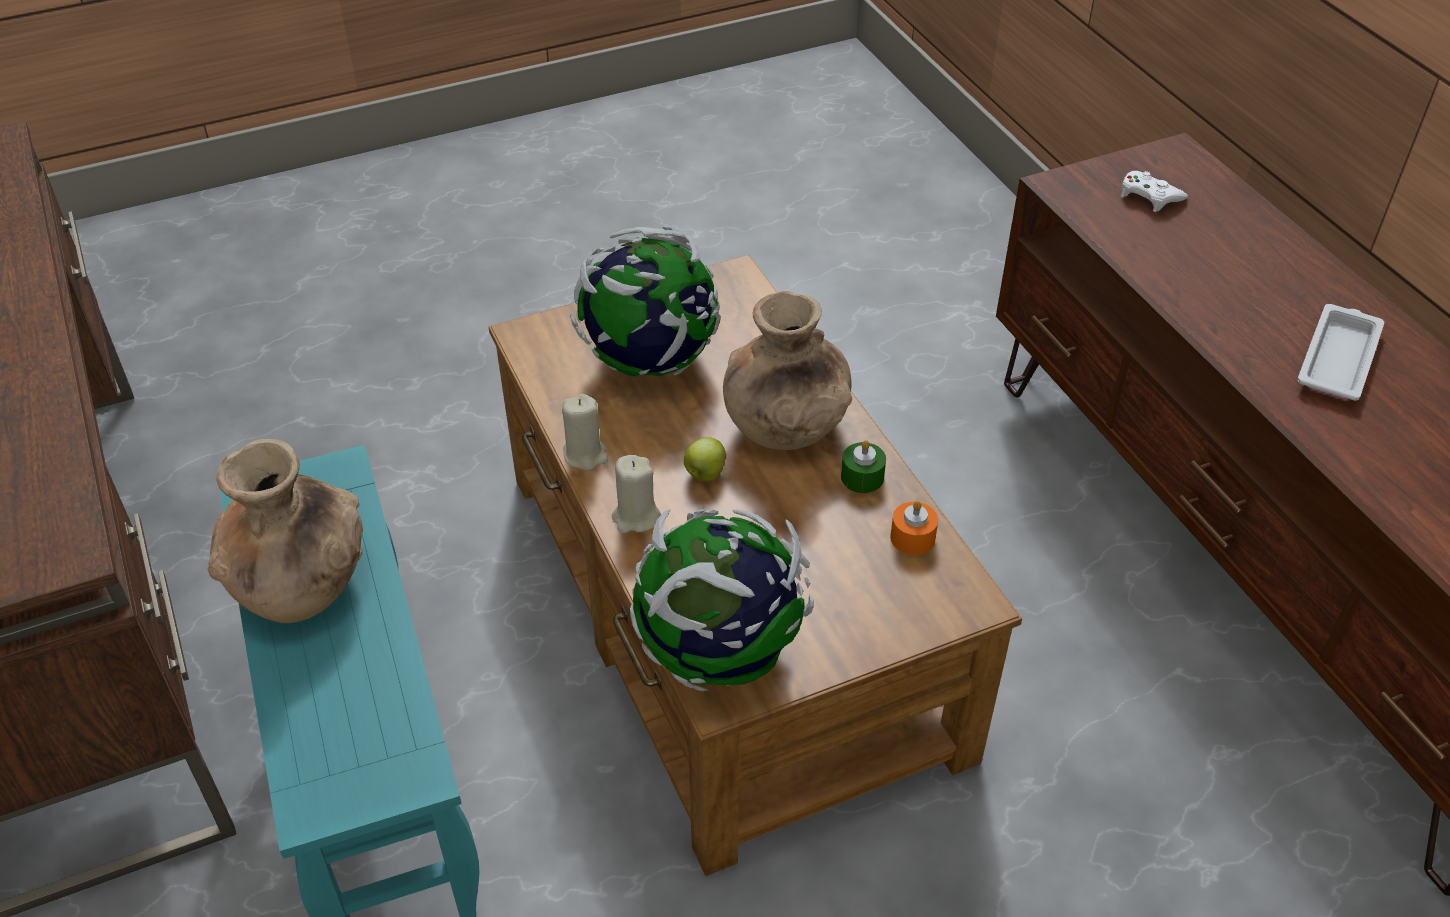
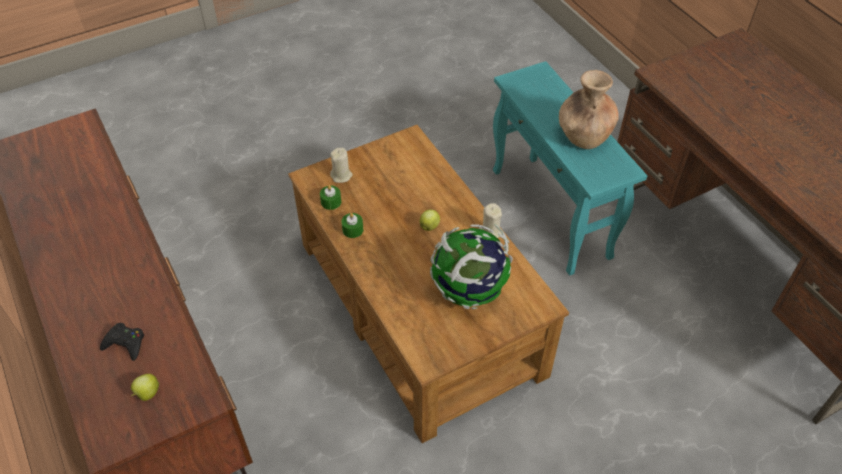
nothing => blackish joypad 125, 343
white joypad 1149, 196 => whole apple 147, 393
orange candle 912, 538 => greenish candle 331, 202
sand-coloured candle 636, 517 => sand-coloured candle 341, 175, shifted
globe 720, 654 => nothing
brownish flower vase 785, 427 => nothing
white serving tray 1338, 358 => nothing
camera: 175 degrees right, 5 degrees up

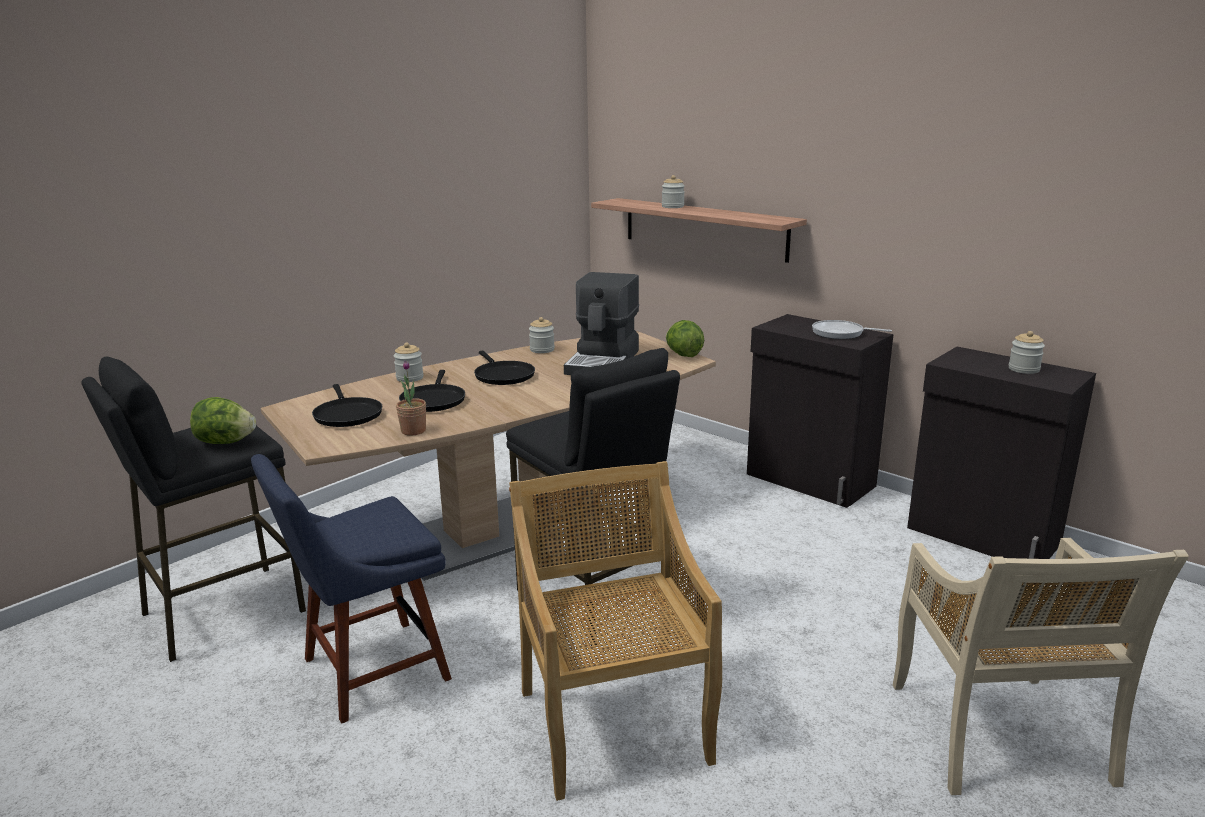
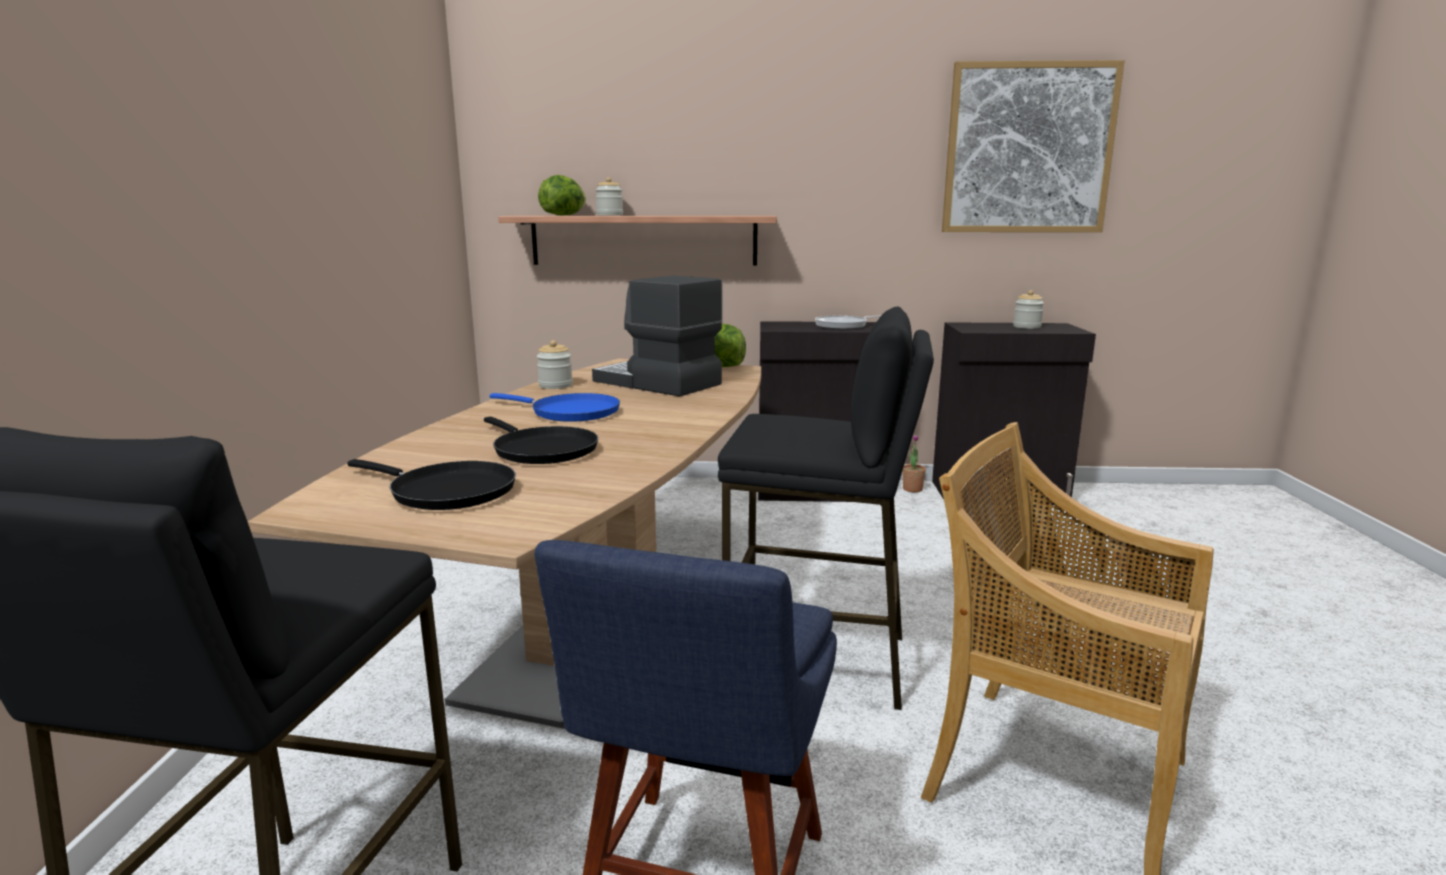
blackish skillet 503, 375 => blue skillet 570, 412
lettuce head 225, 442 => lettuce head 564, 215, shifted
coffee brewer 604, 362 => coffee brewer 657, 383, 150 degrees clockwise
houseplant 413, 431 => houseplant 912, 489, shifted
nothing => wall art 1028, 149
storage jar 409, 378 => nothing
sand-coloured plain chair 999, 736 => nothing
camera: 40 degrees left, 5 degrees down

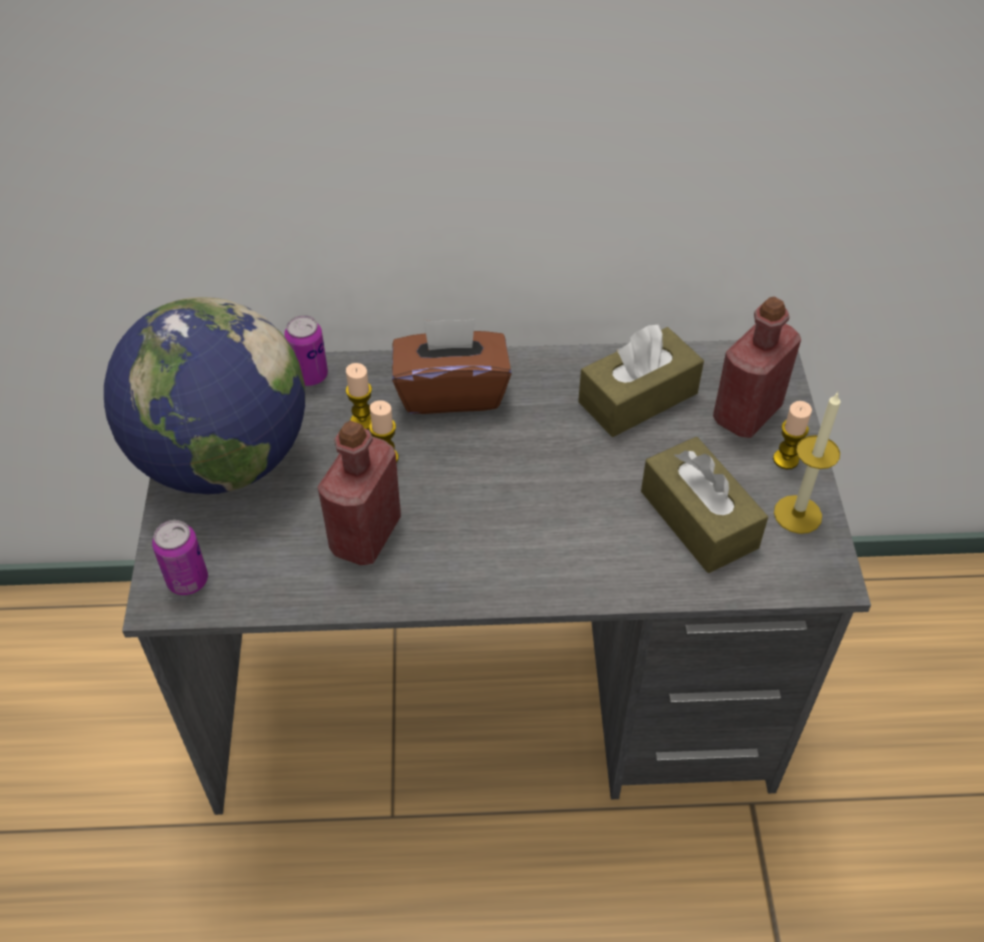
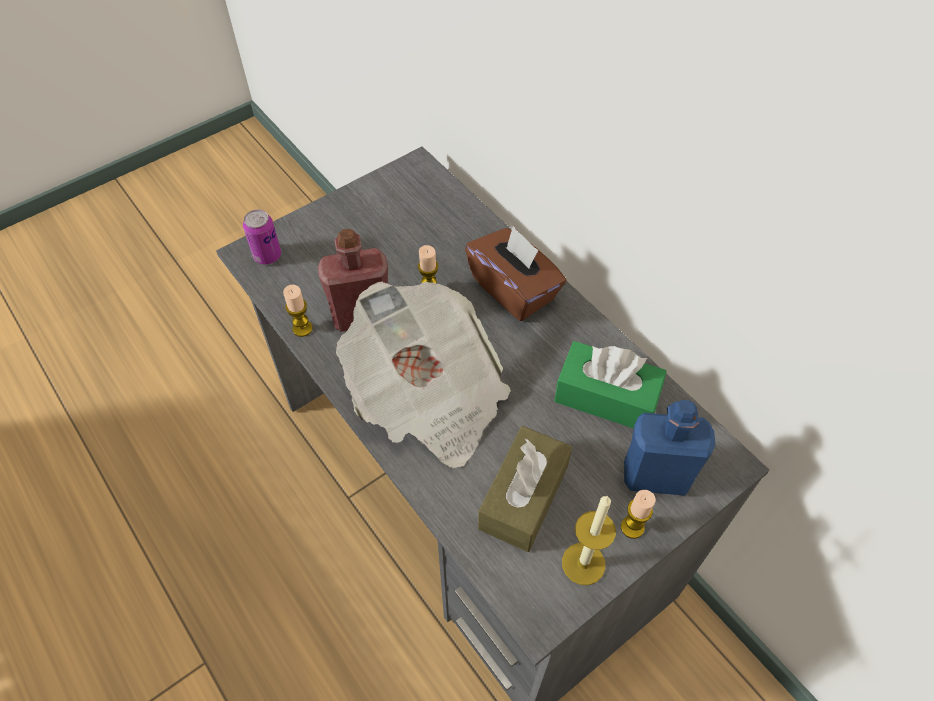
candle 362, 421 => candle 302, 328, shifted
nothing => newspaper 428, 396
brownish tissue holder 638, 397 => greenish tissue holder 606, 397
red-coloured beverage bottle 747, 413 => blue beverage bottle 655, 476
globe 223, 459 => nothing
can 310, 375 => nothing
camera: 55 degrees right, 5 degrees up

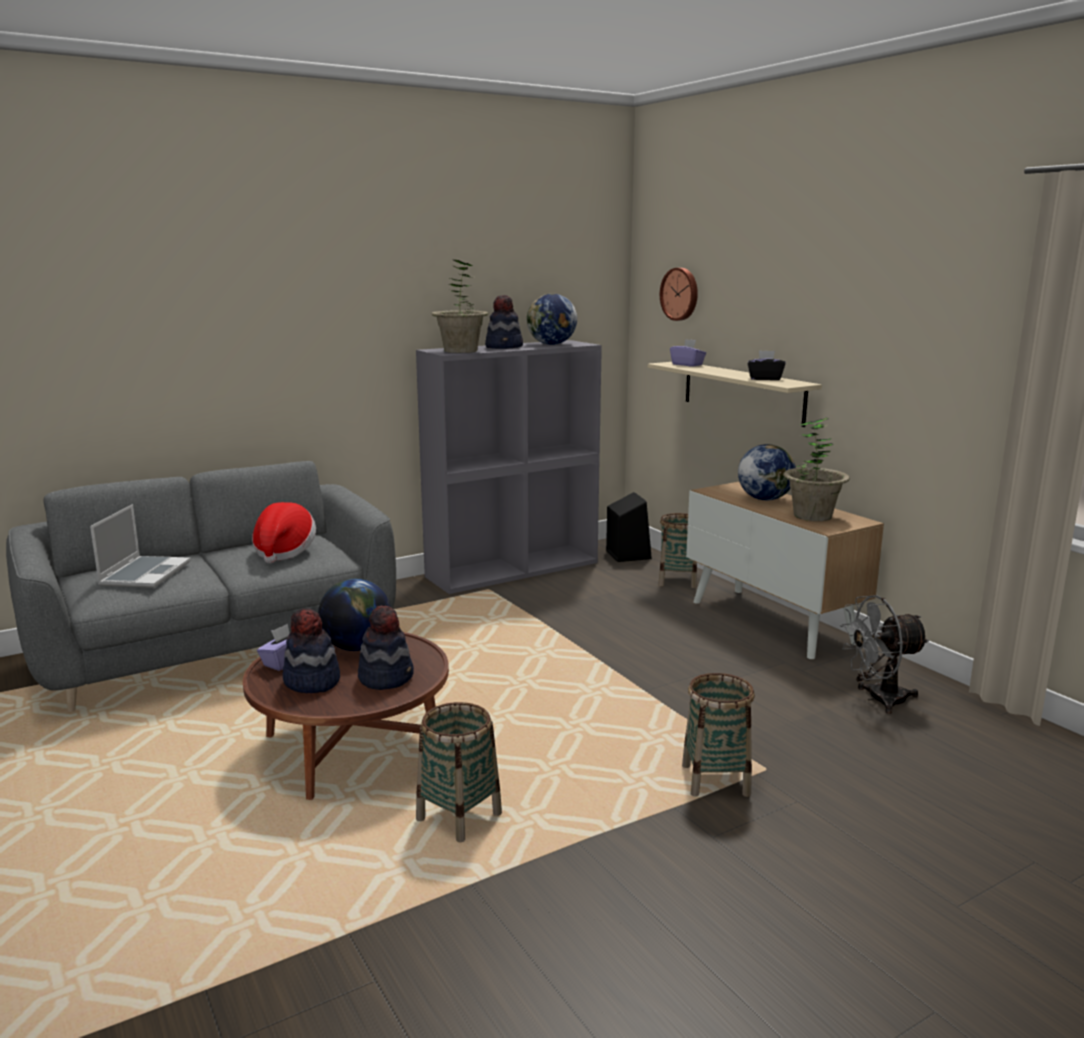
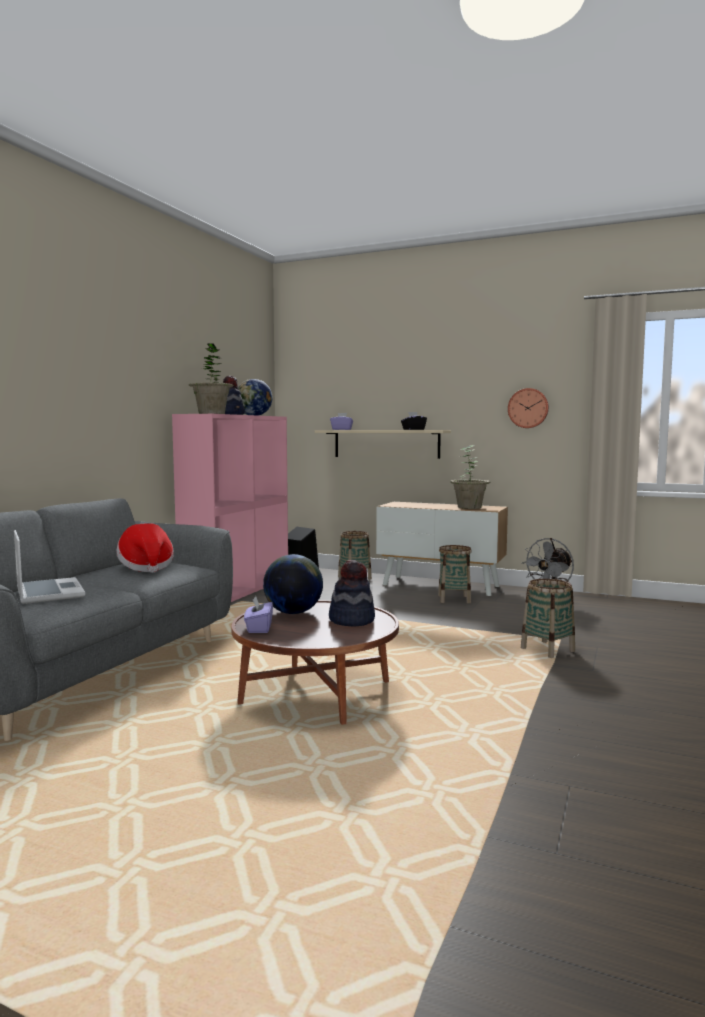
gray shelving unit 513, 569 => pink-coloured shelving unit 237, 589
storage basket 459, 817 => storage basket 454, 599, shifted
wall clock 680, 294 => wall clock 528, 408, shifted
hat 311, 682 => nothing
globe 764, 499 => nothing
camera: 35 degrees left, 10 degrees down

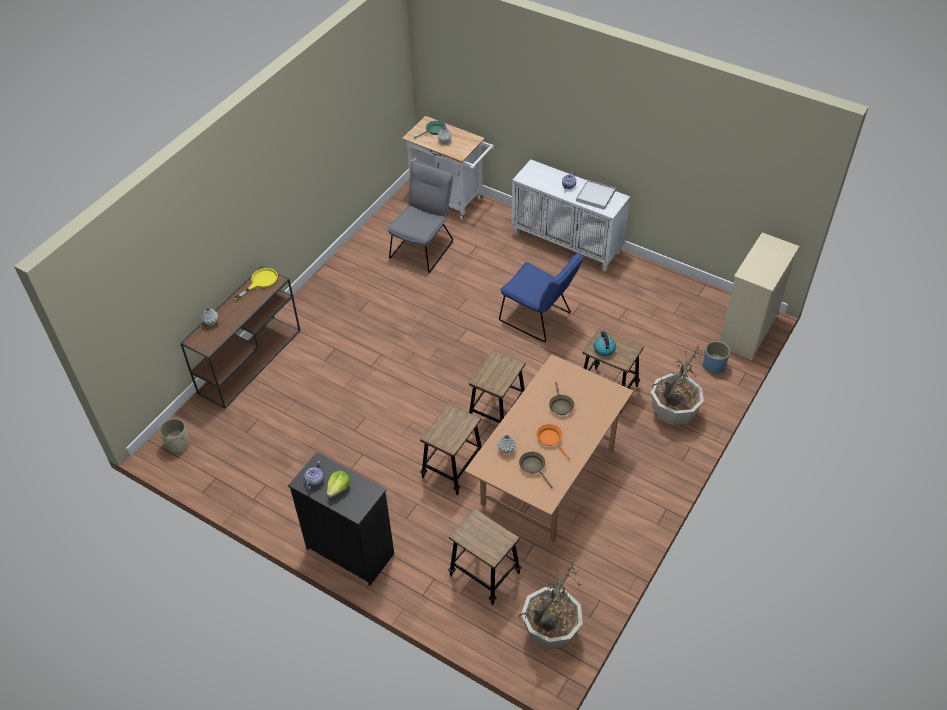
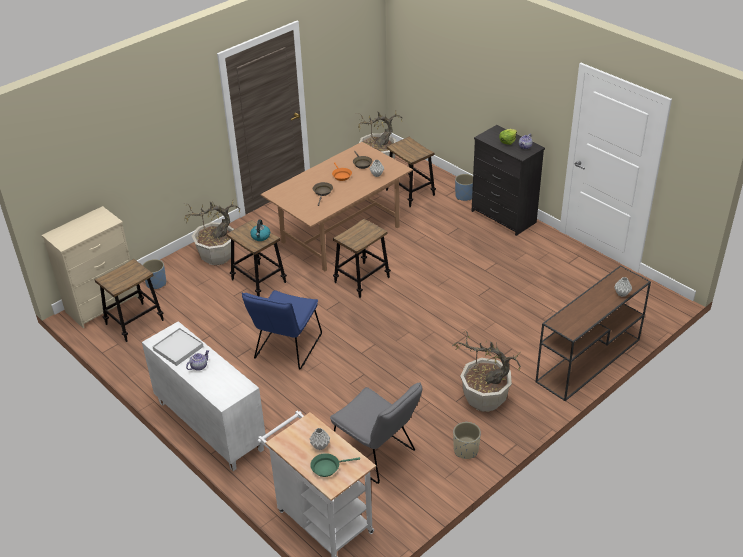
stool seat 452, 468 => stool seat 134, 322, shifted
blue plain chair 539, 319 => blue plain chair 286, 349, 120 degrees counterclockwise
gray plain chair 424, 247 => gray plain chair 377, 454, 90 degrees counterclockwise
nothing => houseplant 484, 400
sand-coloured flower pot 177, 444 => sand-coloured flower pot 466, 450, shifted
nothing => blue flower pot 464, 196
yellowish skillet 260, 282 => nothing
camera: 165 degrees left, 10 degrees down

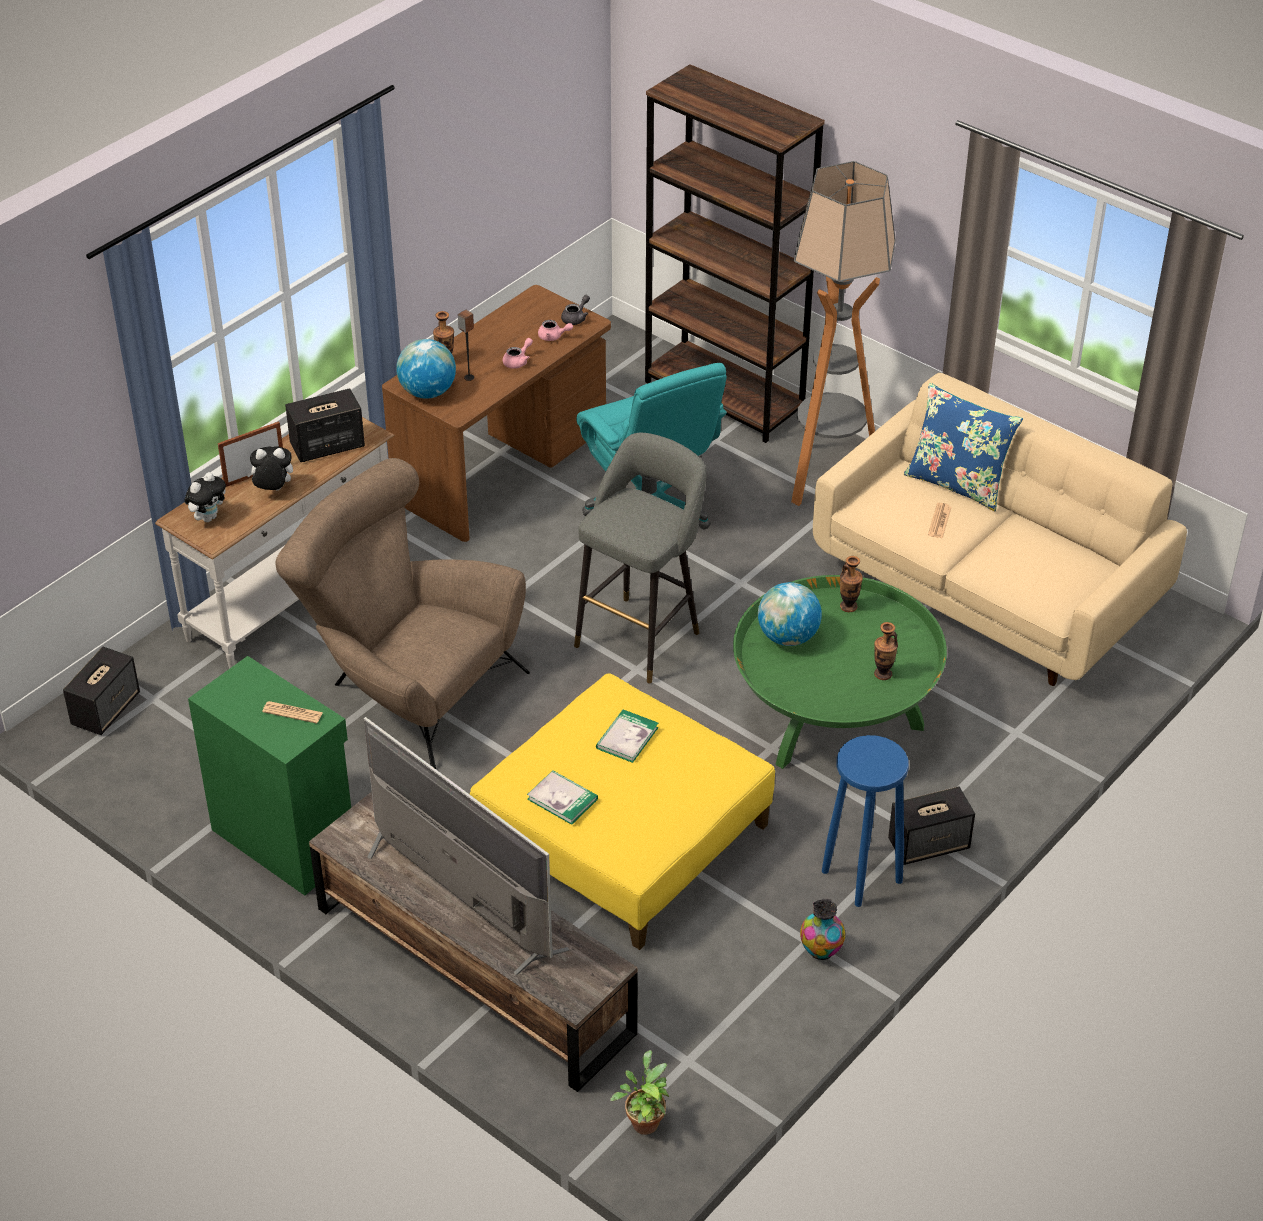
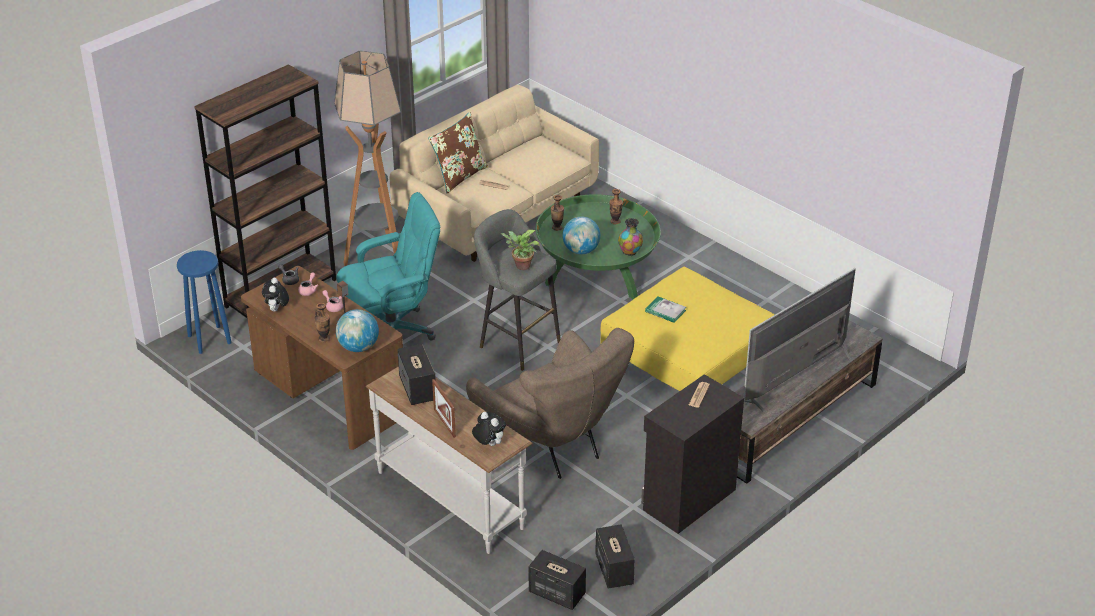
blue stool seat 861, 876 => blue stool seat 209, 339, shifted
plush toy 273, 490 => plush toy 277, 310, shifted
blue throw pillow 957, 483 => brownish throw pillow 459, 176
brownish lounge chair 408, 688 => brownish lounge chair 553, 444, 75 degrees counterclockwise
houseplant 644, 1120 => houseplant 521, 266, shifted
loudspeaker 929, 844 => loudspeaker 613, 569, shifted
flower vase 820, 951 => flower vase 630, 252, shifted
greenish cabinet 285, 839 => blackish cabinet 687, 499
bound book 562, 799 => nothing
camera: 85 degrees left, 5 degrees down

